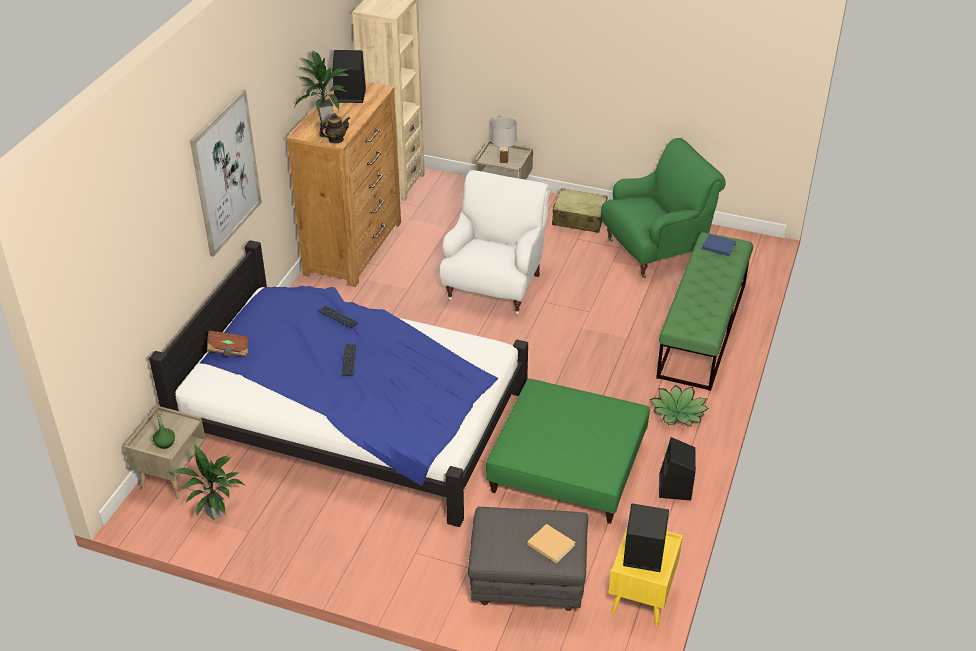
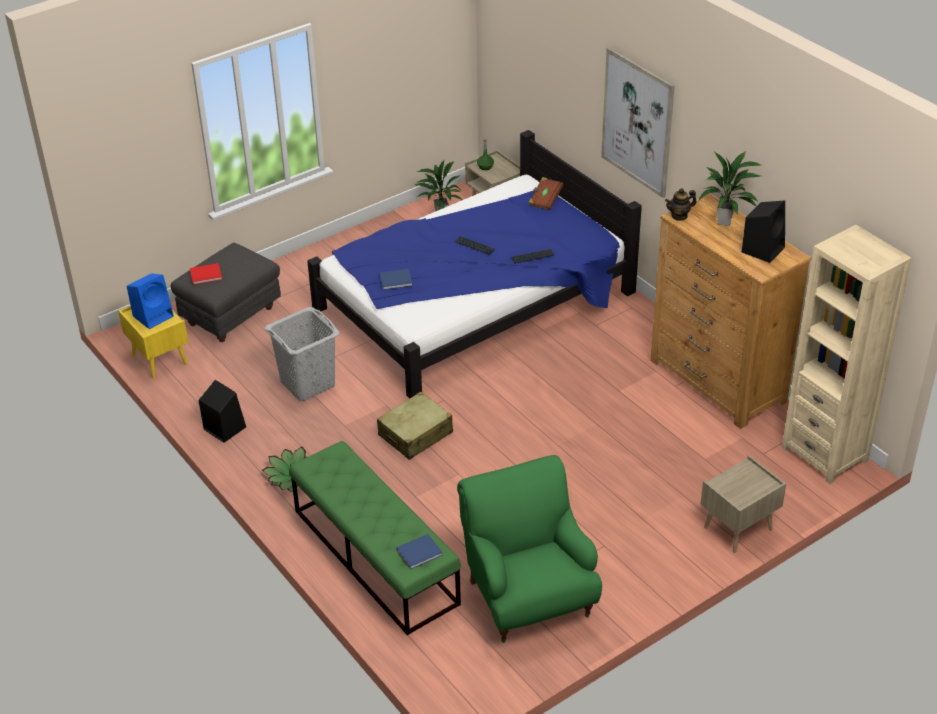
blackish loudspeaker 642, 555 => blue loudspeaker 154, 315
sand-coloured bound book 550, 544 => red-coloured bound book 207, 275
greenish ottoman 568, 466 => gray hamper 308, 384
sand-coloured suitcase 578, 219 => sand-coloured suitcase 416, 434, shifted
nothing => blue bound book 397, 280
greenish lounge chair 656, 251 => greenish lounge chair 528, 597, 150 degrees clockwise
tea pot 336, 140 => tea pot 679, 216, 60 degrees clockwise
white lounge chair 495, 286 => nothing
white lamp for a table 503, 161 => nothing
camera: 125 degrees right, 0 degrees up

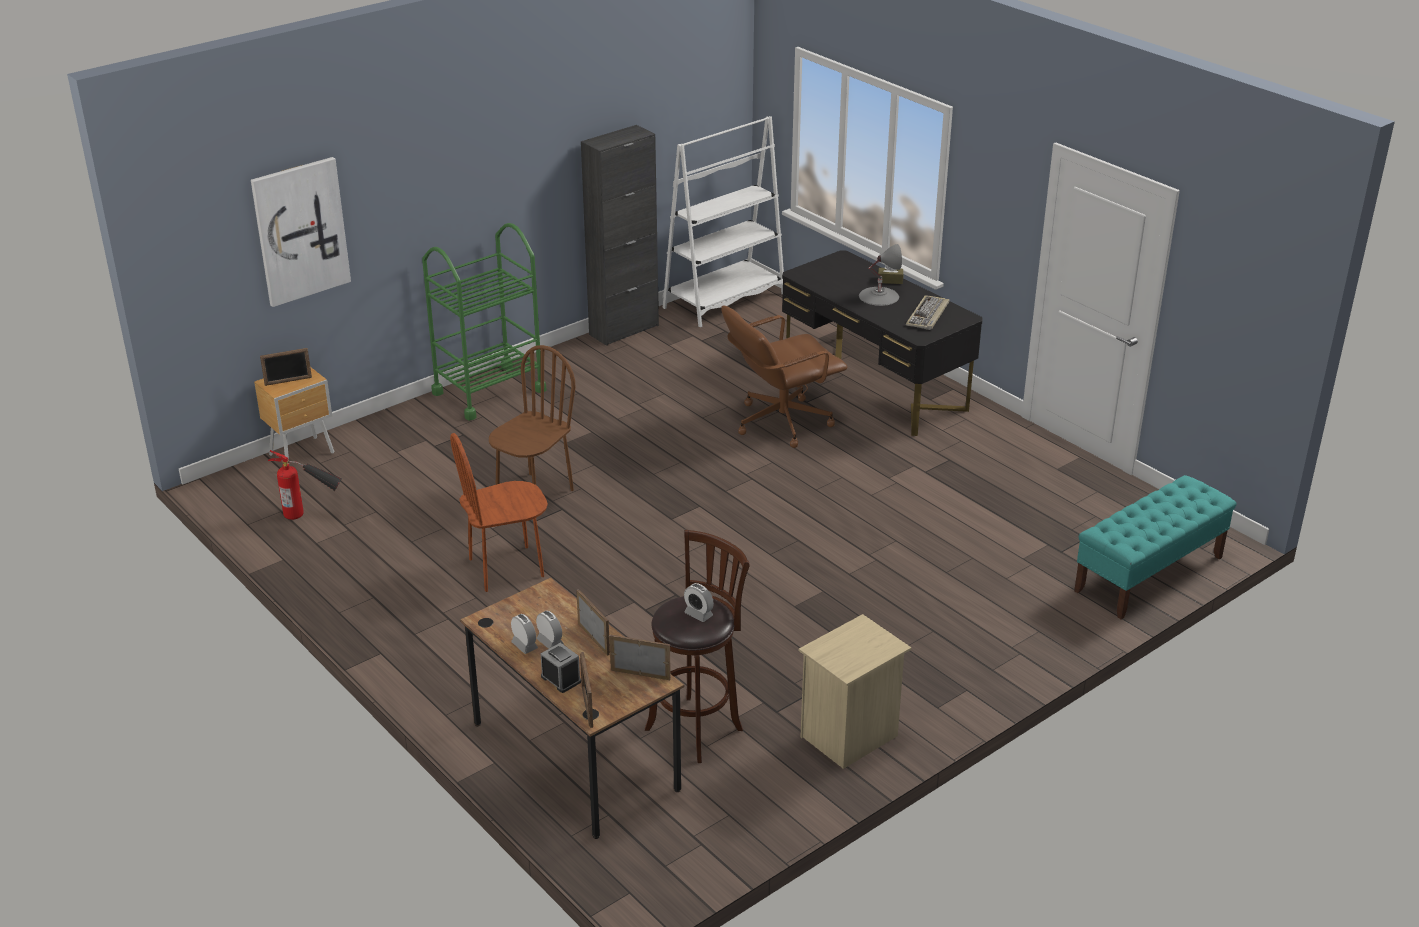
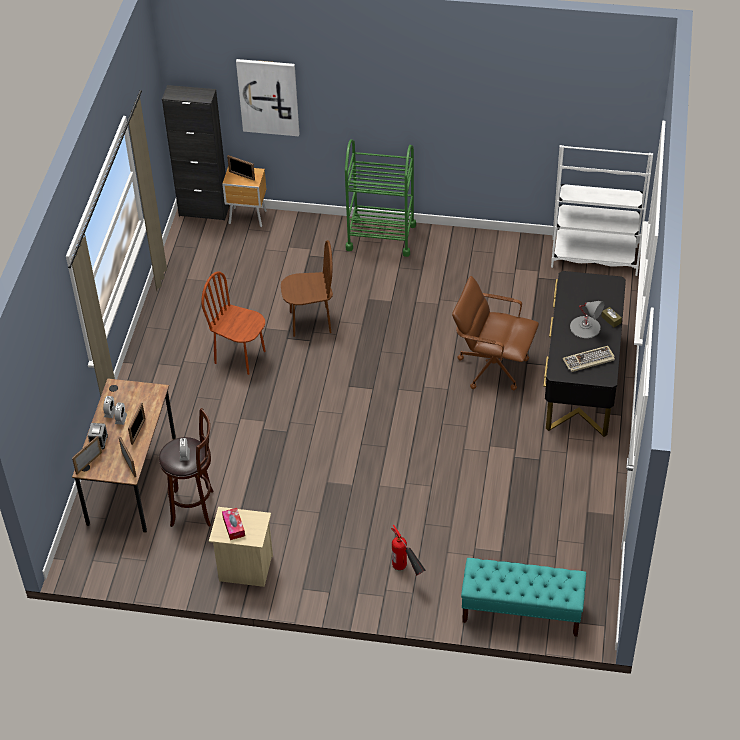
blackish cabinet 624, 330 => blackish cabinet 204, 211, shifted
nothing => tissue holder 234, 526
fire-fighting cylinder 311, 515 => fire-fighting cylinder 407, 574, shifted
camera: 50 degrees right, 15 degrees up

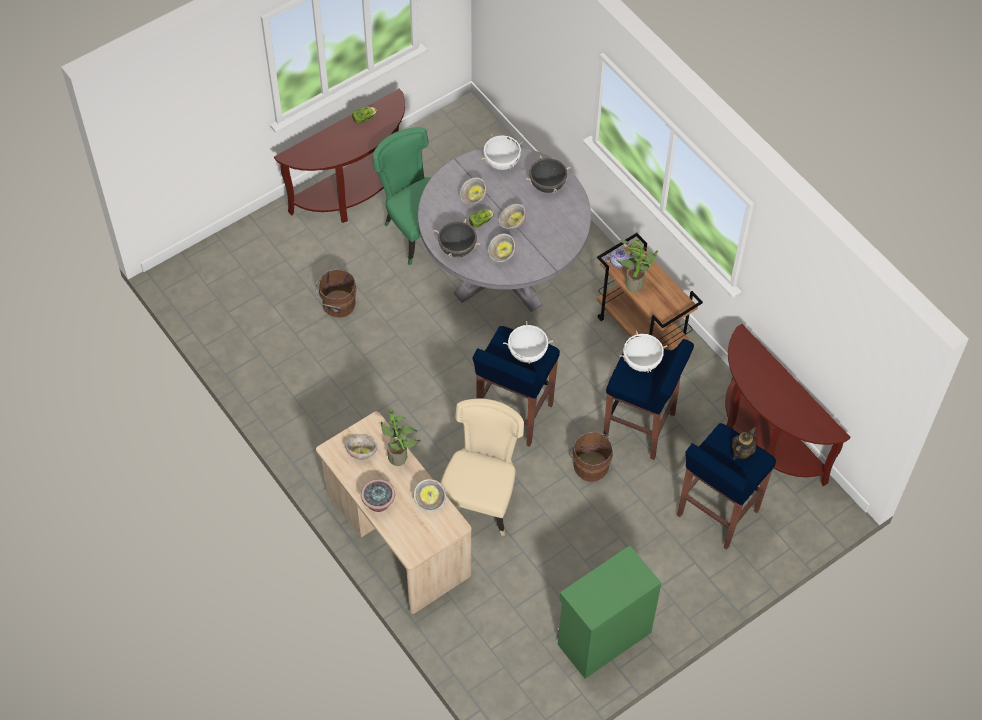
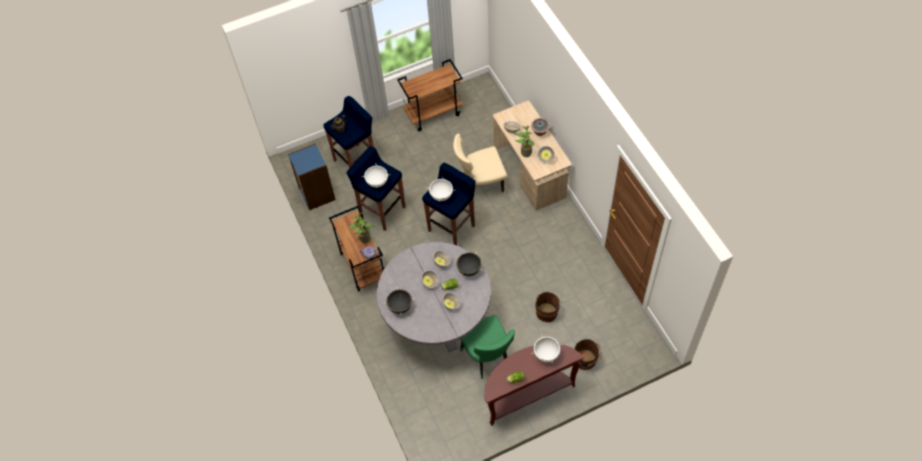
brownish hall table 763, 442 => blue shelving unit 316, 194
greenish cabinet 602, 637 => brownish wheeled cart 433, 113
sand-coloured plain chair 481, 498 => sand-coloured plain chair 480, 185, 45 degrees clockwise
white cooking pot 502, 162 => white cooking pot 546, 354, shifted
brownish bucket 590, 465 => brownish bucket 585, 360, shifted
camera: 165 degrees left, 0 degrees up

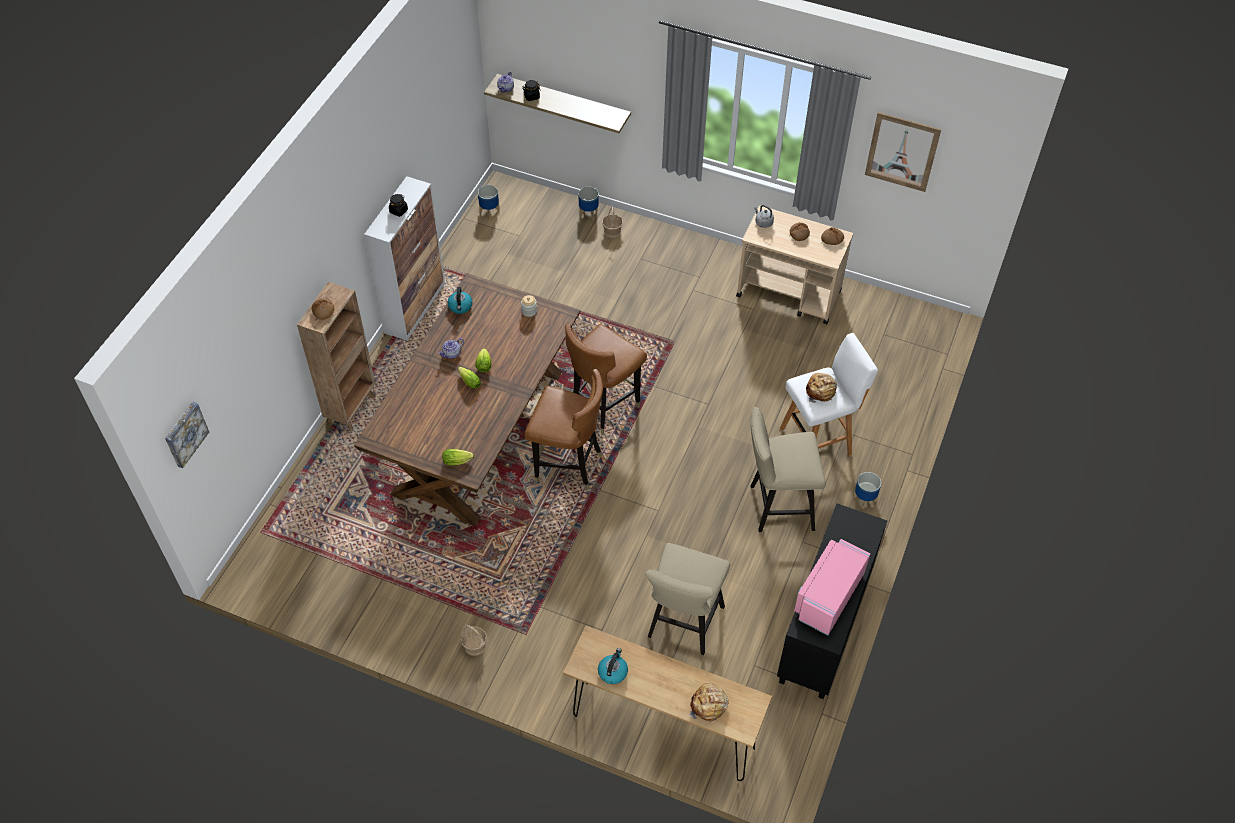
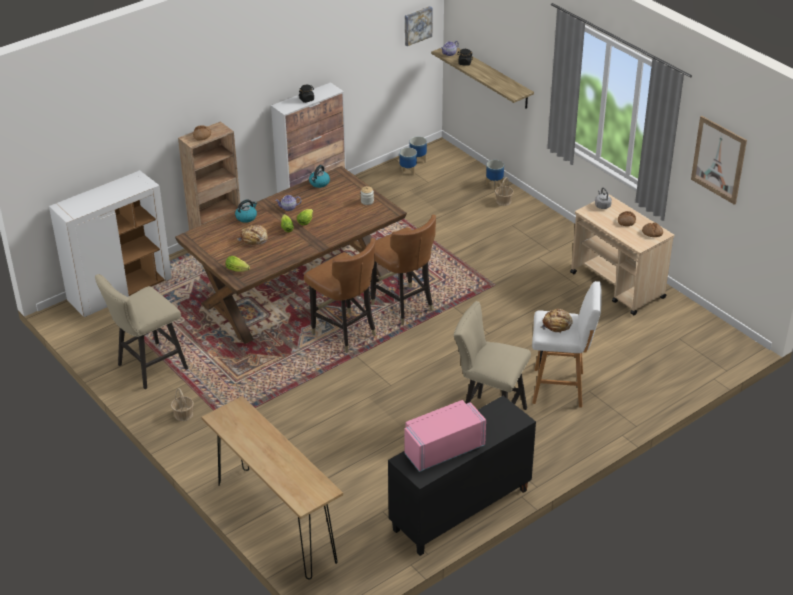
nothing => white cabinet 120, 290
sand-coloured stool seat 682, 626 => sand-coloured stool seat 148, 368, shifted
kettle 612, 671 => kettle 246, 217, shifted
bakery bread 708, 705 => bakery bread 254, 239, shifted
brownish plain chair 603, 406 => brownish plain chair 403, 306, 105 degrees counterclockwise
flower pot 864, 499 => flower pot 407, 172, shifted
wall art 185, 434 => wall art 417, 25, shifted
camera: 30 degrees right, 15 degrees down

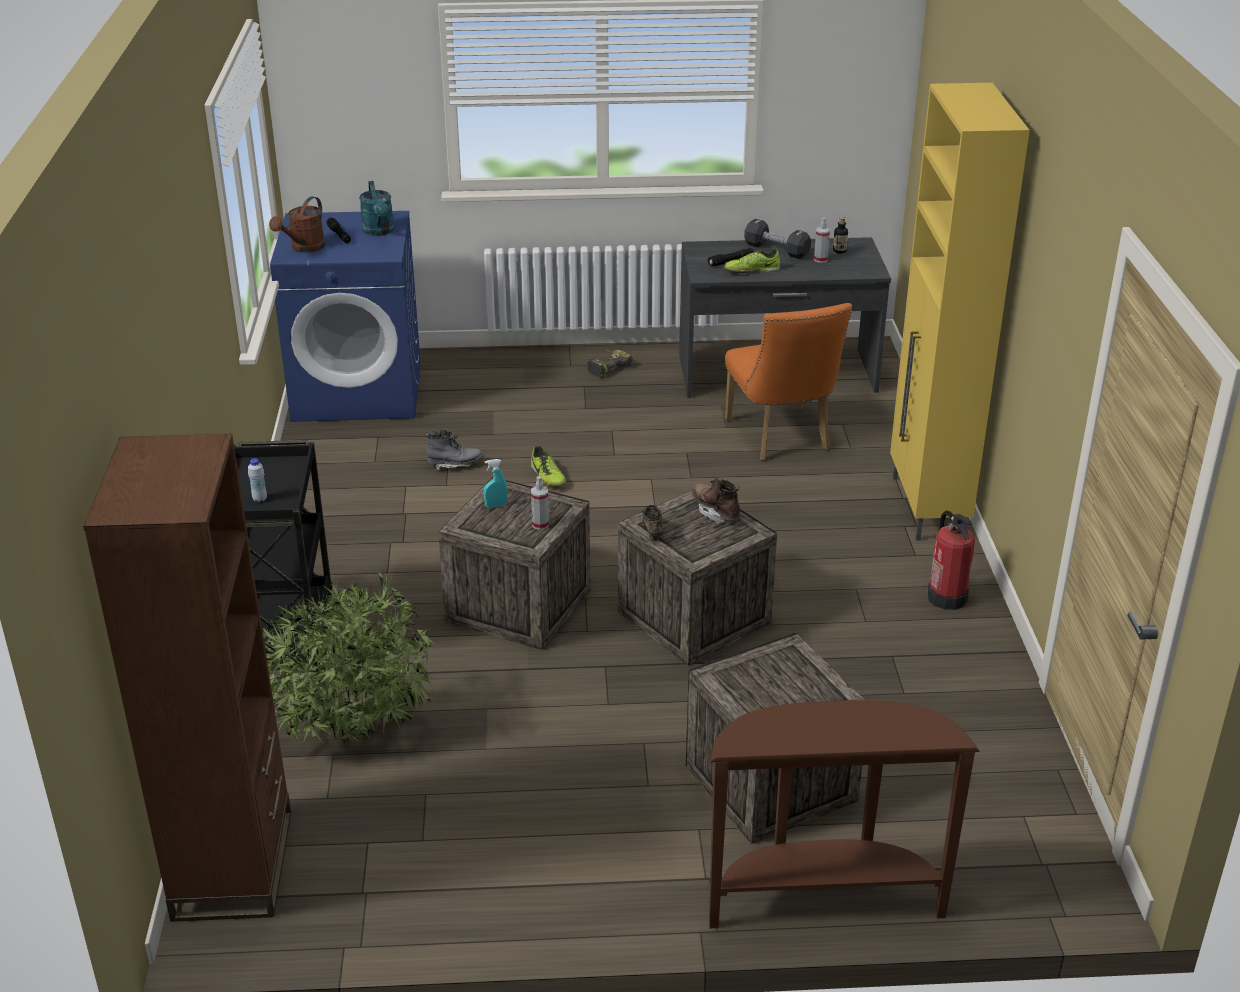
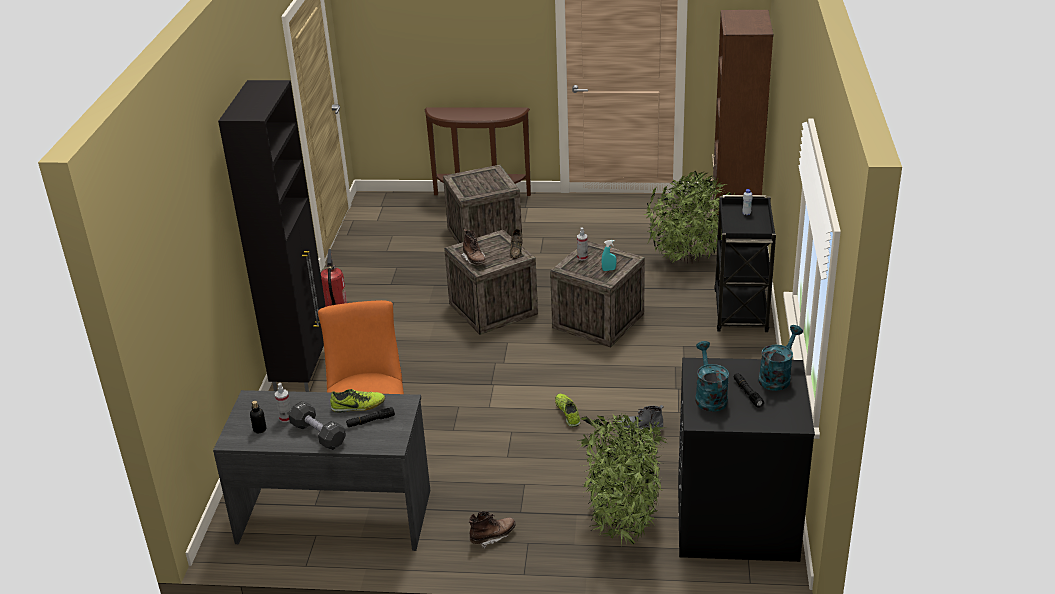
yellowish cabinet 927, 508 => blackish cabinet 303, 371
drill 607, 367 => brownish high-top boot 492, 537
nothing => houseplant 622, 524
blue laundry machine 358, 391 => blackish laundry machine 735, 520
brownish watering can 304, 248 => turquoise-coloured watering can 777, 377
camera: 170 degrees left, 0 degrees up

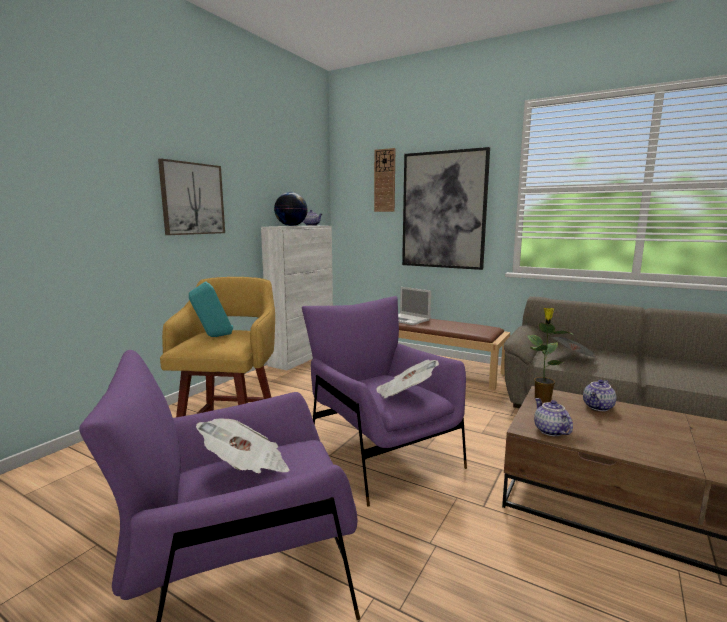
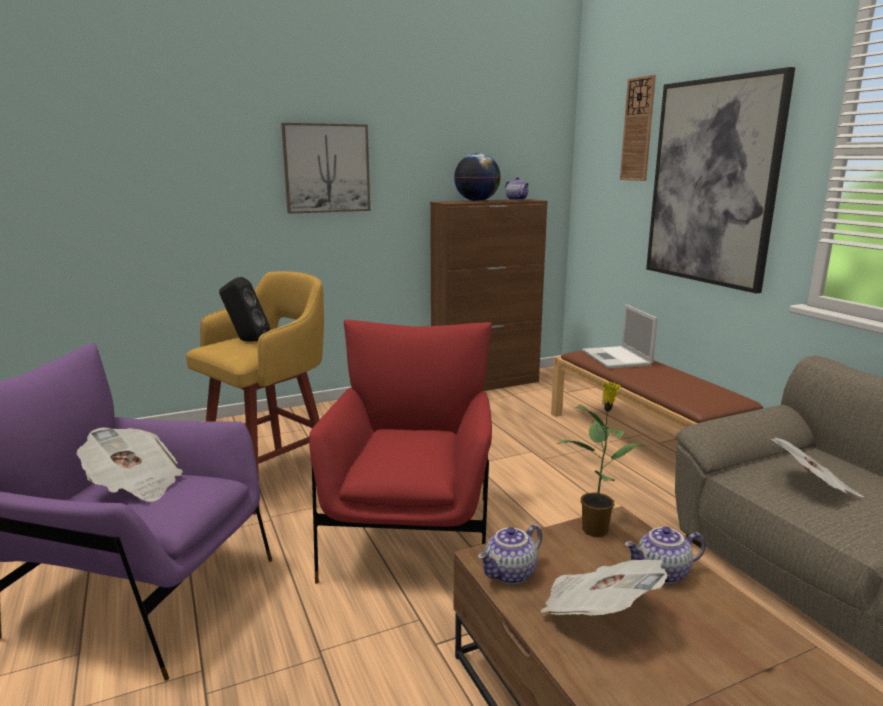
turquoise-coloured loudspeaker 213, 337 => blackish loudspeaker 246, 341
purple lounge chair 381, 453 => red-coloured lounge chair 410, 532
white cabinet 303, 357 => brownish cabinet 486, 384
tea pot 549, 431 => tea pot 510, 574, 150 degrees counterclockwise
newspaper 405, 394 => newspaper 597, 613, shifted
camera: 35 degrees right, 5 degrees up

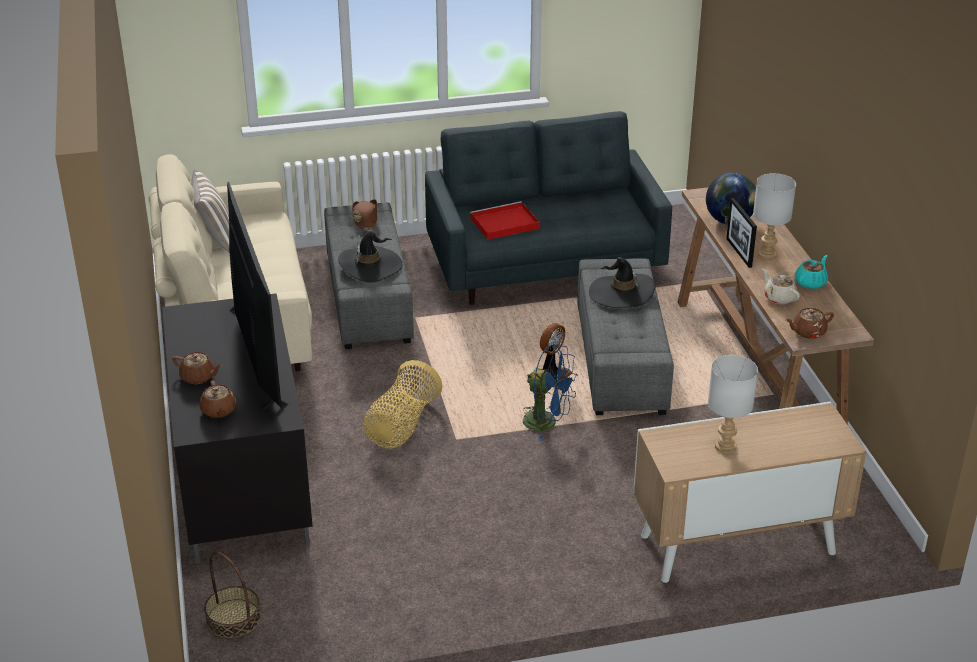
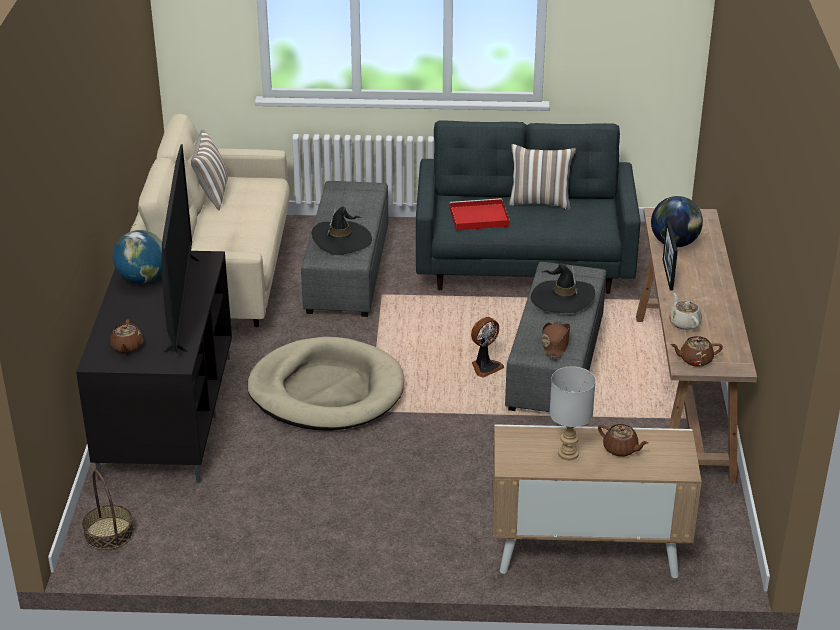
nothing => globe 142, 279
storage basket 402, 426 => sand-coloured dog cushion 326, 390
nothing => throw pillow 540, 201
brownish hat 365, 219 => brownish hat 555, 343, shifted
brownish tea pot 198, 377 => brownish tea pot 621, 449, shifted
blue cooling fan 547, 423 => nothing
gray lamp for a table 768, 255 => nothing
turquoise-coloured tea pot 811, 282 => nothing
camera: 15 degrees right, 0 degrees up

